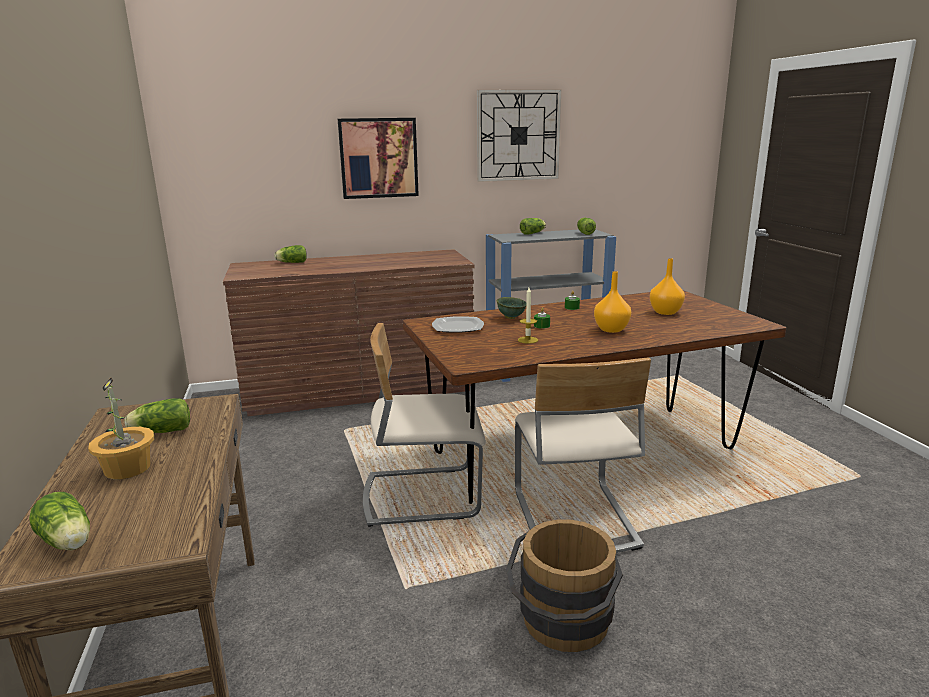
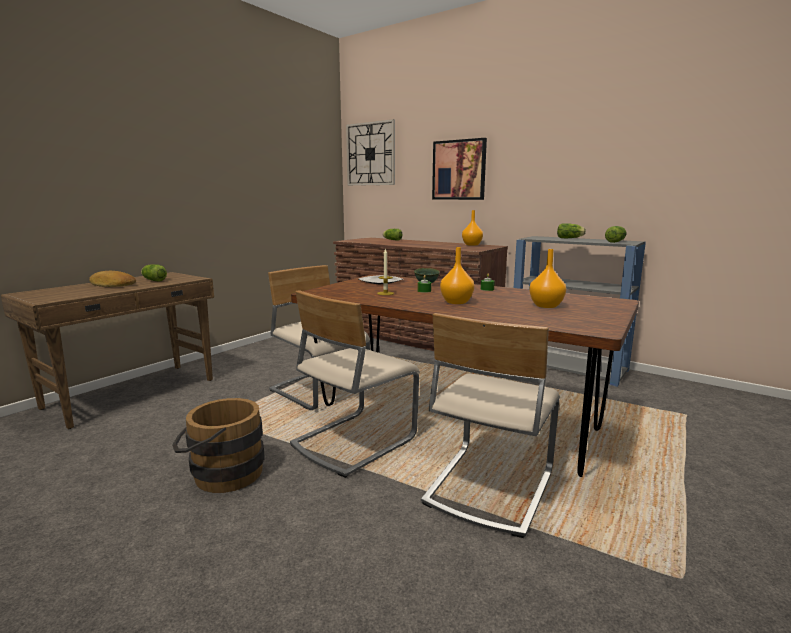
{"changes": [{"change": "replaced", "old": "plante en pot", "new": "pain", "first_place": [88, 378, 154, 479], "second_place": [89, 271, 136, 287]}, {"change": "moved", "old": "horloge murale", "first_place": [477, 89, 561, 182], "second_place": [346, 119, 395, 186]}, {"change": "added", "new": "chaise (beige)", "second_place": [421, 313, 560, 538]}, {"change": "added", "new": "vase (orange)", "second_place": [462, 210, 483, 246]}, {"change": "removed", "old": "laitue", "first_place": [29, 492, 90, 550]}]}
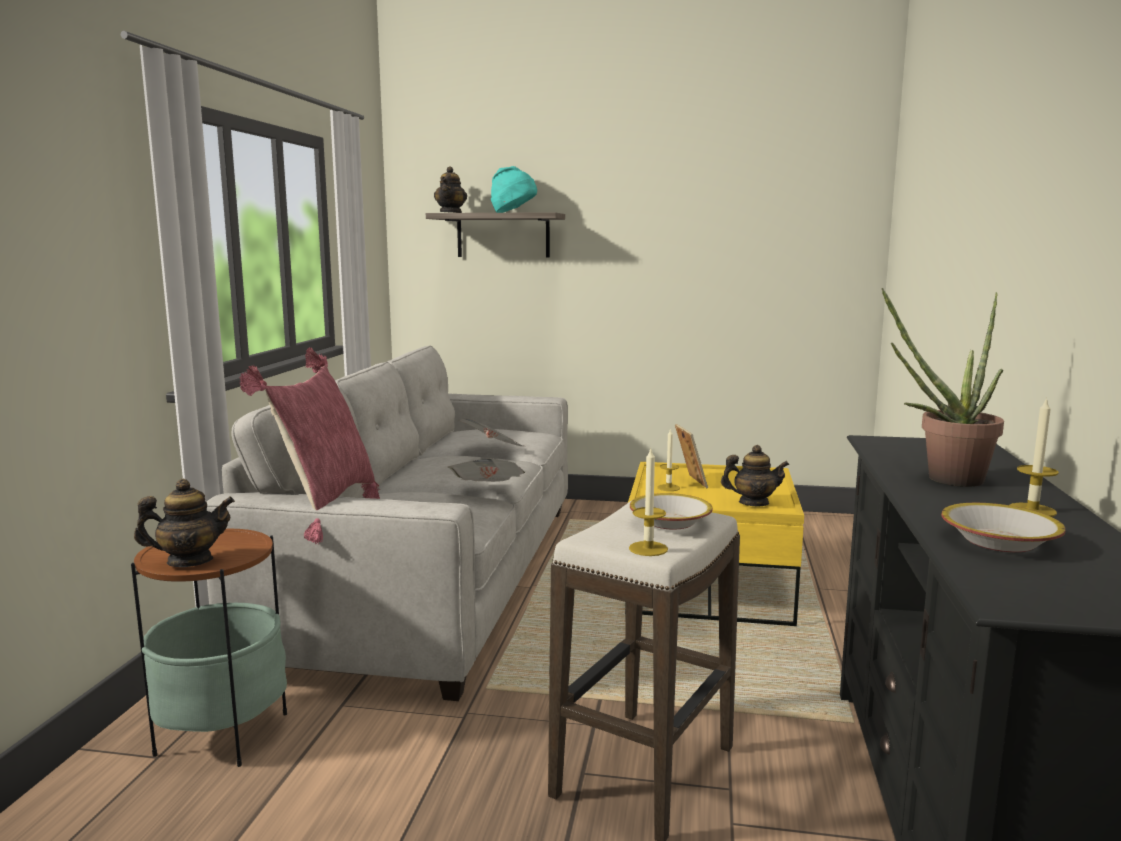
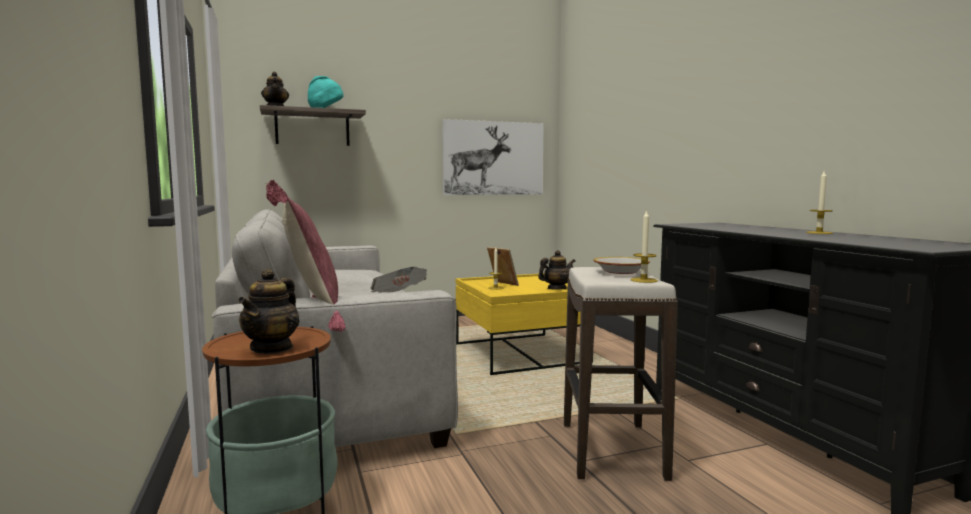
{"changes": [{"change": "turned", "old": "théière", "first_place": [134, 479, 235, 567], "second_place": [238, 268, 300, 354], "degrees": 150}, {"change": "added", "new": "tableau", "second_place": [442, 119, 544, 195]}, {"change": "removed", "old": "journal", "first_place": [458, 418, 523, 446]}, {"change": "removed", "old": "plante en pot", "first_place": [881, 288, 1004, 487]}, {"change": "removed", "old": "bol", "first_place": [941, 503, 1066, 552]}]}
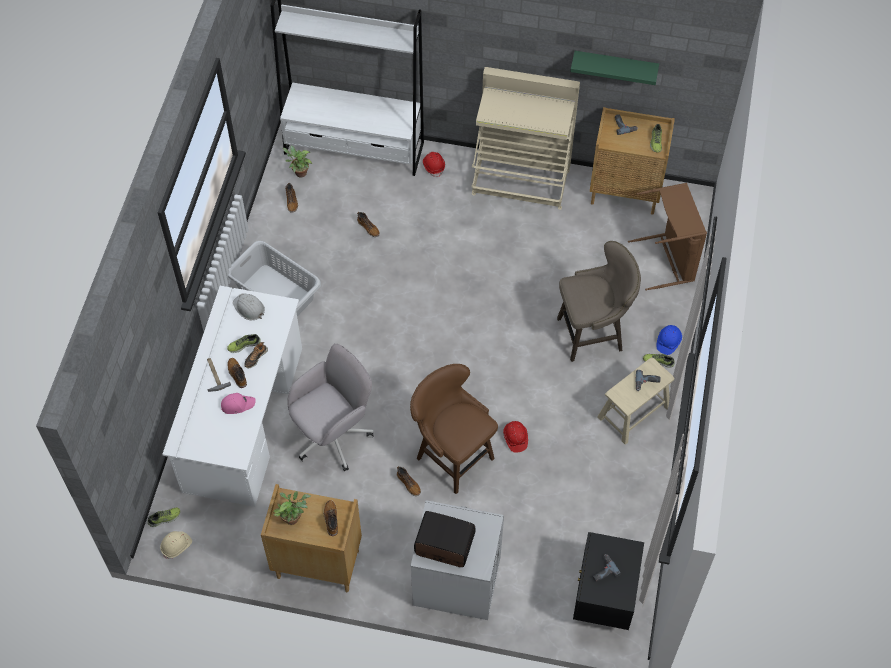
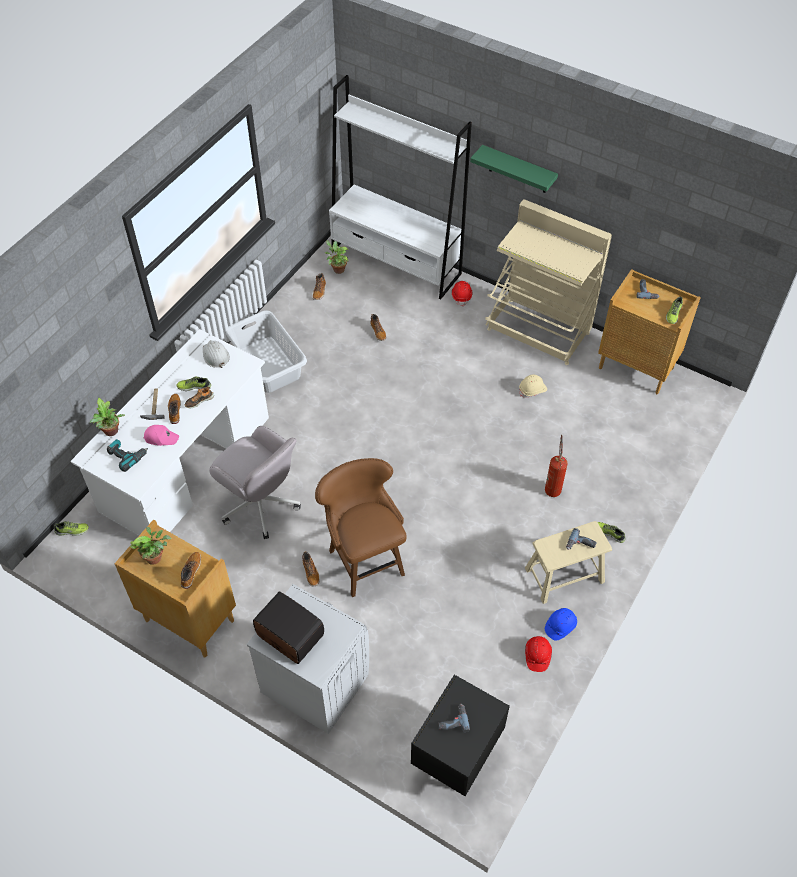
{"changes": [{"change": "added", "new": "plante en pot", "second_place": [90, 398, 125, 436]}, {"change": "added", "new": "perceuse", "second_place": [107, 439, 148, 472]}, {"change": "turned", "old": "chaise de bureau (gris)", "first_place": [287, 344, 373, 471], "second_place": [209, 426, 301, 539], "degrees": 60}, {"change": "moved", "old": "étagère (vert)", "first_place": [570, 51, 659, 85], "second_place": [470, 145, 558, 193]}, {"change": "moved", "old": "casque de chantier (beige)", "first_place": [160, 531, 192, 559], "second_place": [519, 375, 547, 398]}, {"change": "moved", "old": "casque de chantier (rouge)", "first_place": [503, 421, 528, 453], "second_place": [525, 636, 552, 672]}, {"change": "replaced", "old": "tabouret (beige)", "new": "extincteur", "first_place": [557, 241, 641, 362], "second_place": [545, 435, 567, 497]}, {"change": "moved", "old": "casque de chantier (bleu)", "first_place": [656, 325, 682, 355], "second_place": [545, 608, 577, 641]}, {"change": "removed", "old": "panier à linge (marron)", "first_place": [628, 183, 707, 291]}]}
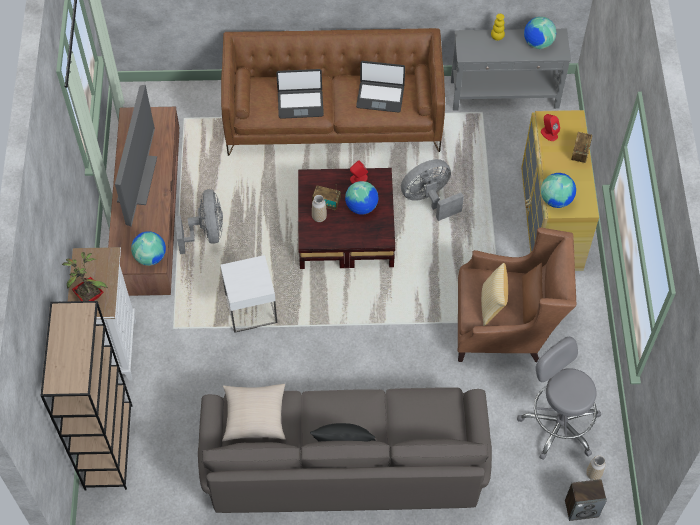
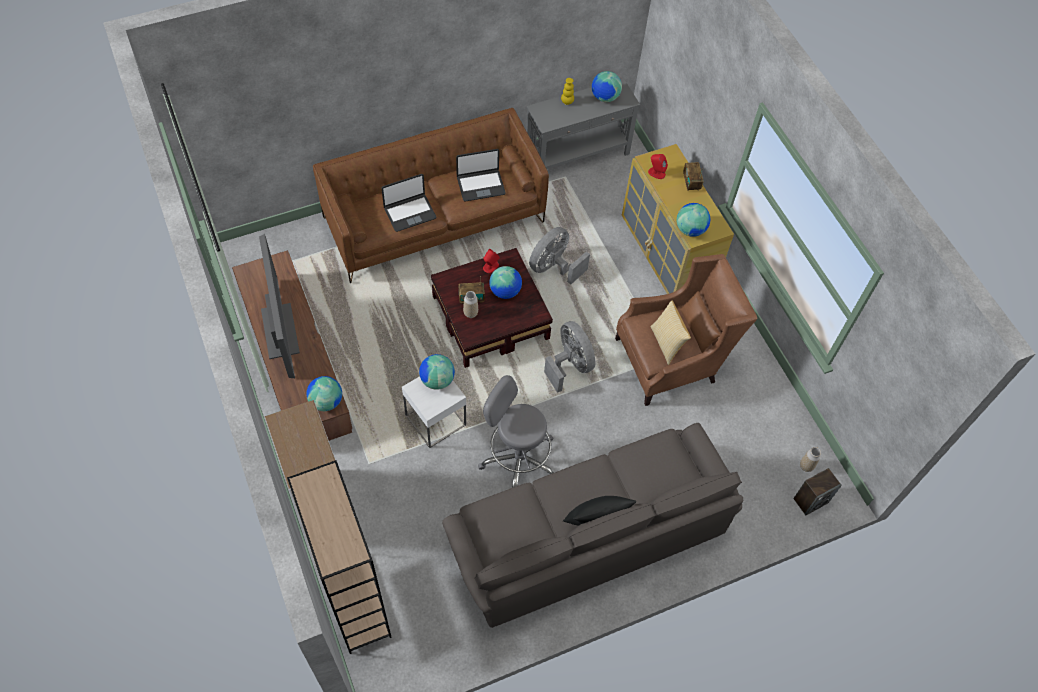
{"changes": [{"change": "added", "new": "globe", "second_place": [419, 354, 455, 390]}, {"change": "moved", "old": "tabouret (gris)", "first_place": [517, 337, 601, 460], "second_place": [478, 375, 553, 488]}, {"change": "moved", "old": "ventilateur (gris)", "first_place": [175, 189, 223, 254], "second_place": [544, 321, 596, 393]}, {"change": "removed", "old": "plante en pot", "first_place": [62, 252, 108, 301]}, {"change": "removed", "old": "coussin (beige)", "first_place": [222, 384, 286, 441]}]}
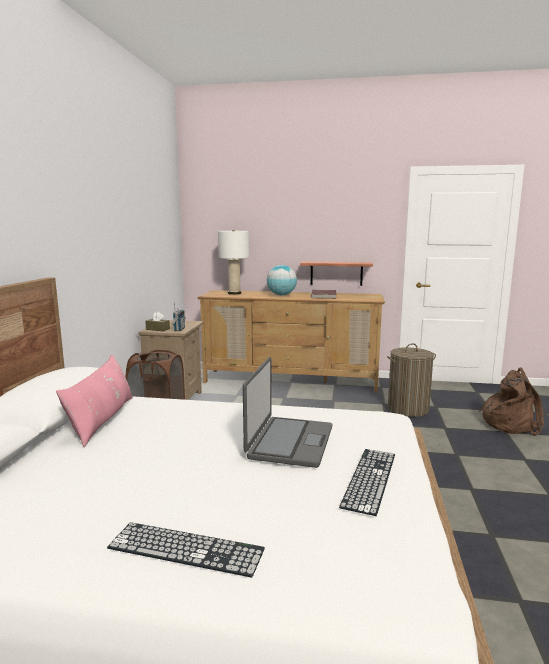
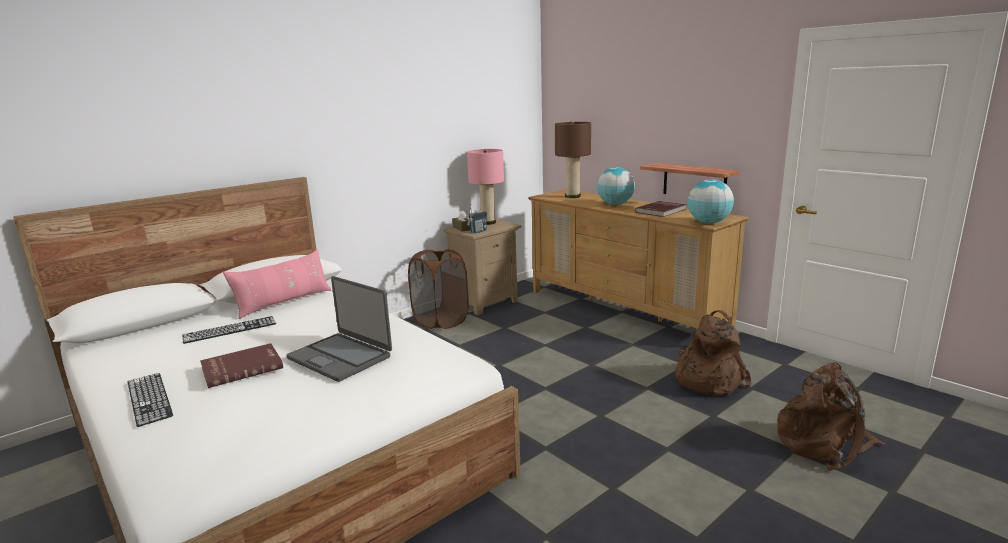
{"changes": [{"change": "moved", "old": "clavier", "first_place": [339, 449, 395, 516], "second_place": [182, 316, 276, 344]}, {"change": "added", "new": "livre (rouge)", "second_place": [200, 343, 283, 388]}, {"change": "turned", "old": "ordinateur portable", "first_place": [243, 357, 332, 468], "second_place": [286, 276, 392, 382], "degrees": 75}, {"change": "added", "new": "lampe de table (rose)", "second_place": [467, 149, 504, 225]}, {"change": "recoloured", "old": "lampe de table (blanc)", "new": "lampe de table (marron)", "first_place": [218, 230, 249, 295], "second_place": [555, 122, 591, 198]}, {"change": "replaced", "old": "panier à linge", "new": "sac à dos (marron)", "first_place": [387, 343, 436, 417], "second_place": [675, 310, 752, 396]}, {"change": "added", "new": "globe", "second_place": [688, 179, 734, 223]}]}
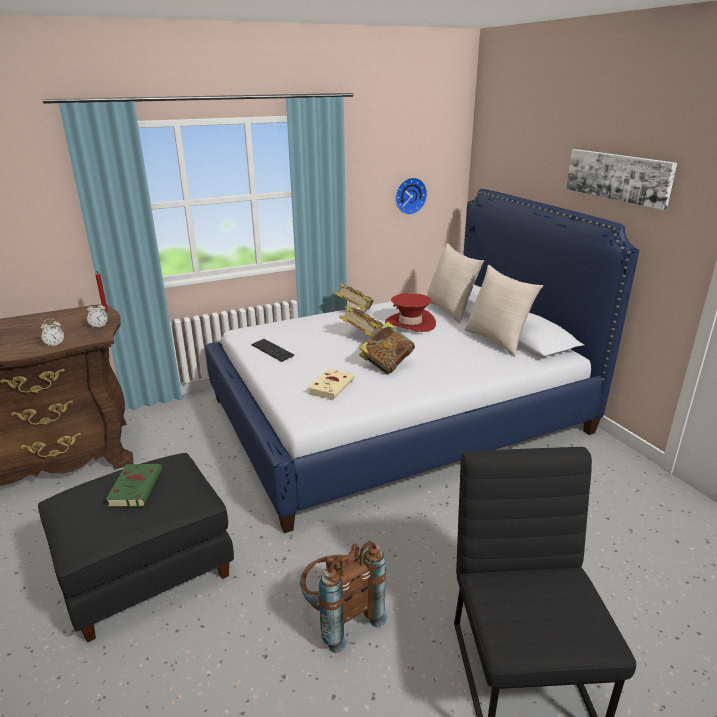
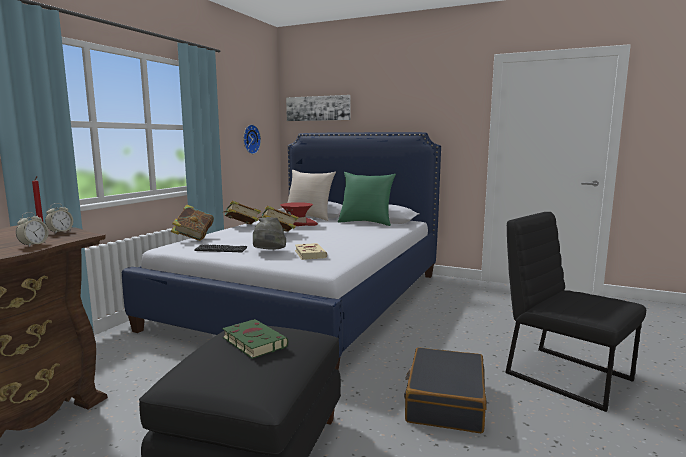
{"changes": [{"change": "moved", "old": "livre", "first_place": [359, 322, 415, 374], "second_place": [171, 204, 214, 241]}, {"change": "added", "new": "chapeau (gris)", "second_place": [253, 217, 286, 250]}, {"change": "moved", "old": "tableau", "first_place": [566, 149, 677, 210], "second_place": [286, 95, 351, 121]}, {"change": "recoloured", "old": "coussin (beige)", "new": "coussin (vert)", "first_place": [465, 265, 543, 357], "second_place": [338, 172, 396, 226]}, {"change": "replaced", "old": "sac à dos (marron)", "new": "valise (noir)", "first_place": [300, 542, 388, 653], "second_place": [404, 347, 487, 433]}]}
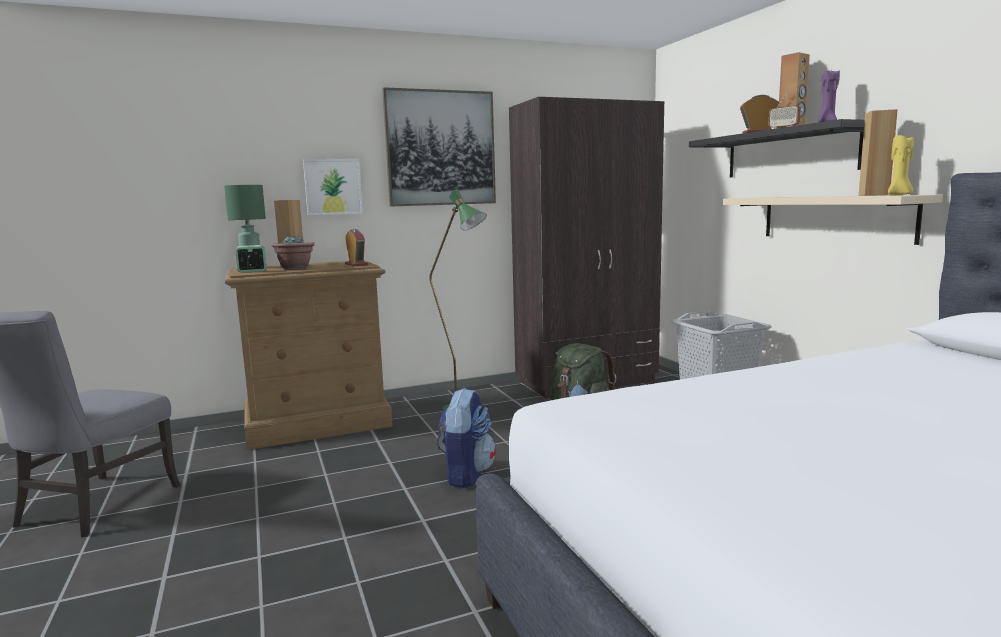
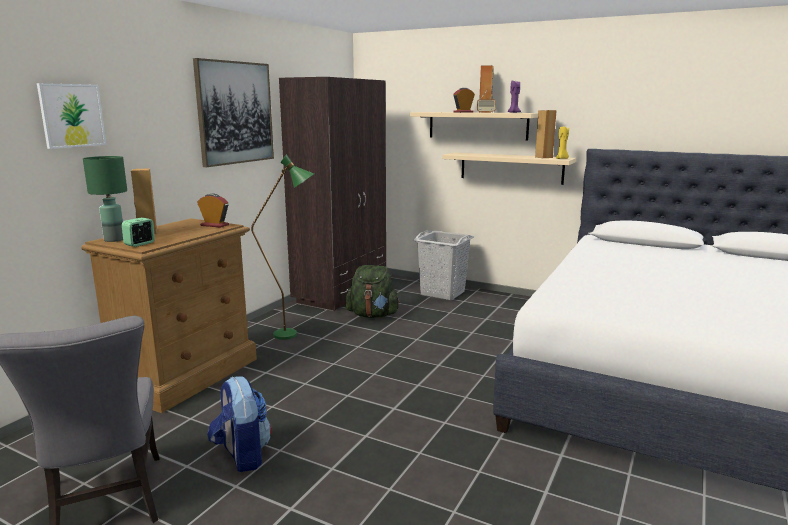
{"changes": [{"change": "moved", "old": "tableau", "first_place": [303, 159, 363, 215], "second_place": [37, 83, 106, 149]}, {"change": "moved", "old": "sac à dos", "first_place": [437, 388, 496, 488], "second_place": [207, 376, 271, 472]}, {"change": "recoloured", "old": "étagère (noir)", "new": "étagère (beige)", "first_place": [689, 119, 865, 177], "second_place": [409, 112, 538, 141]}, {"change": "removed", "old": "plante en pot", "first_place": [271, 235, 315, 270]}]}
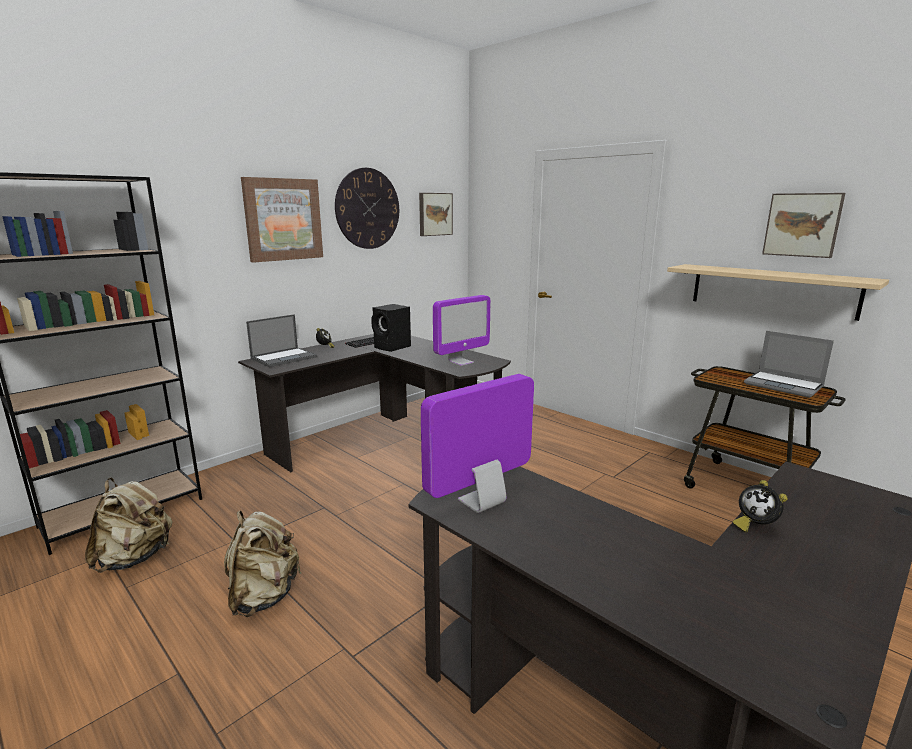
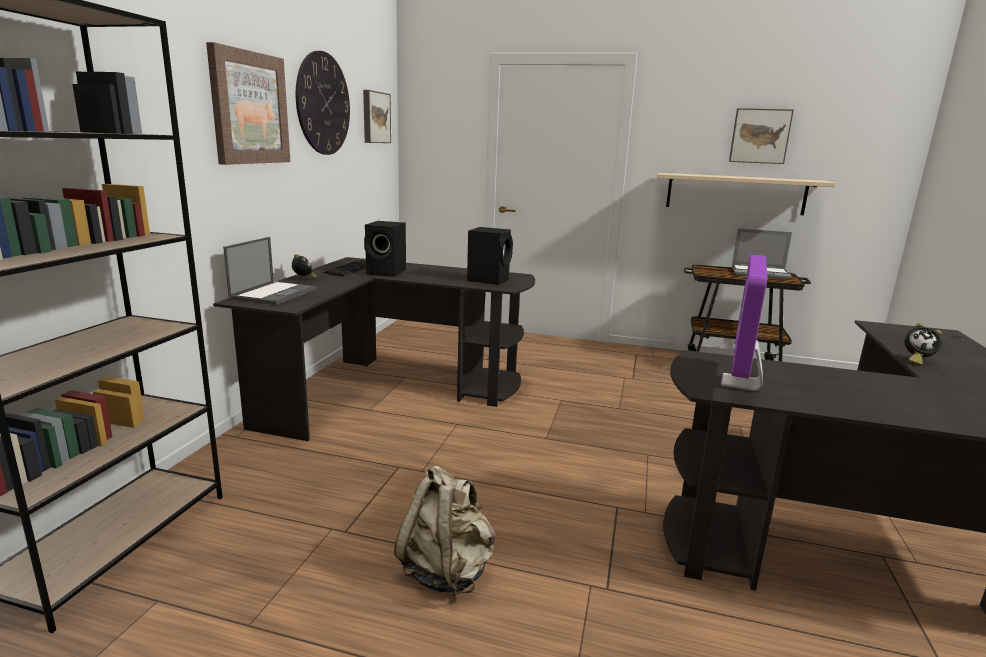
{"changes": [{"change": "replaced", "old": "écran d'ordinateur", "new": "enceinte (noir)", "first_place": [433, 295, 490, 366], "second_place": [467, 227, 513, 285]}, {"change": "removed", "old": "sac à dos (beige)", "first_place": [85, 477, 173, 573]}]}
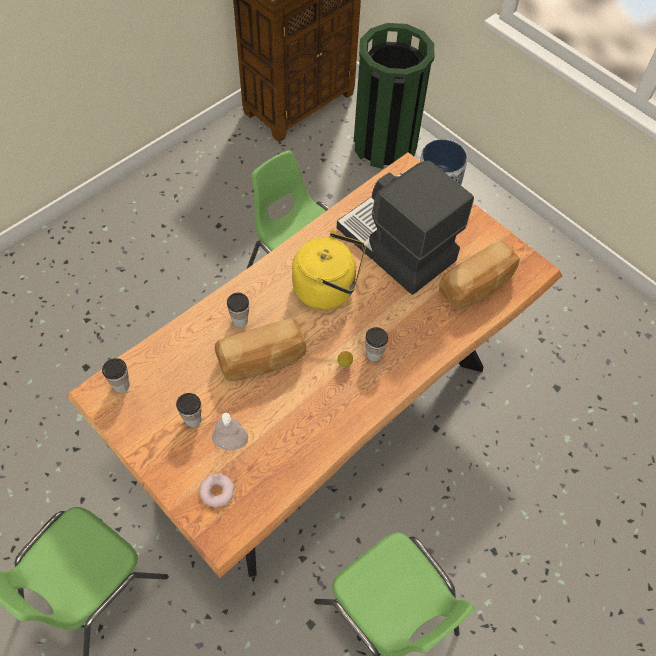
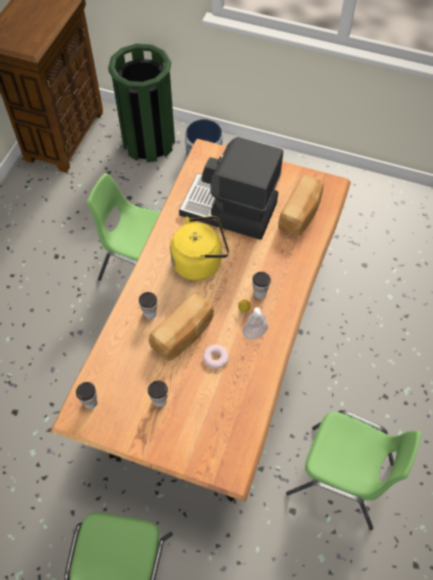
{"changes": [{"change": "moved", "old": "beignet", "first_place": [199, 473, 235, 508], "second_place": [203, 345, 229, 369]}, {"change": "moved", "old": "distributeur de savon", "first_place": [212, 413, 248, 450], "second_place": [242, 307, 268, 339]}]}
